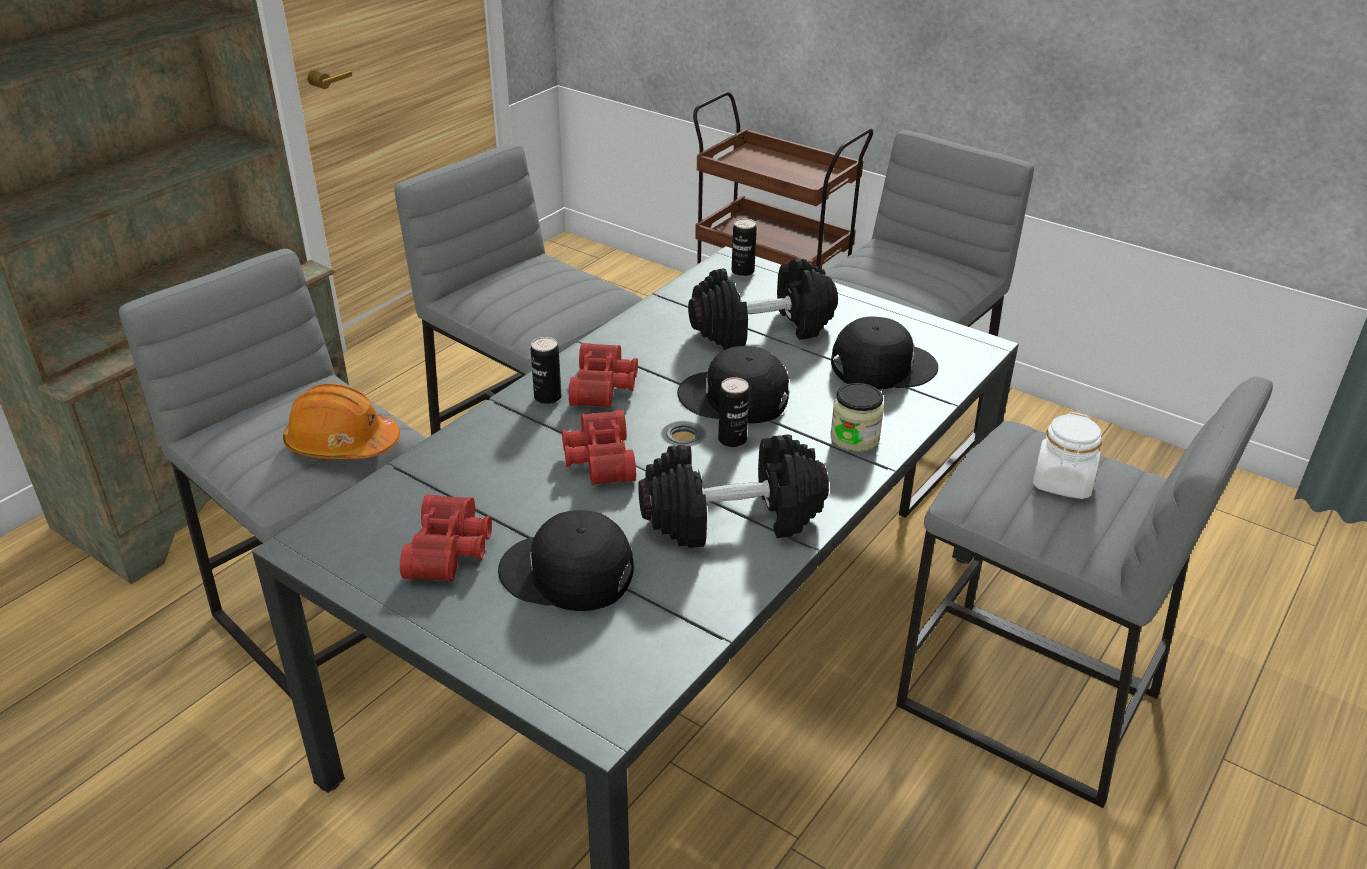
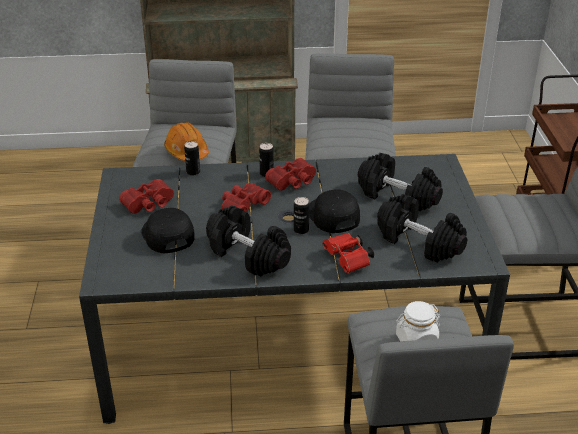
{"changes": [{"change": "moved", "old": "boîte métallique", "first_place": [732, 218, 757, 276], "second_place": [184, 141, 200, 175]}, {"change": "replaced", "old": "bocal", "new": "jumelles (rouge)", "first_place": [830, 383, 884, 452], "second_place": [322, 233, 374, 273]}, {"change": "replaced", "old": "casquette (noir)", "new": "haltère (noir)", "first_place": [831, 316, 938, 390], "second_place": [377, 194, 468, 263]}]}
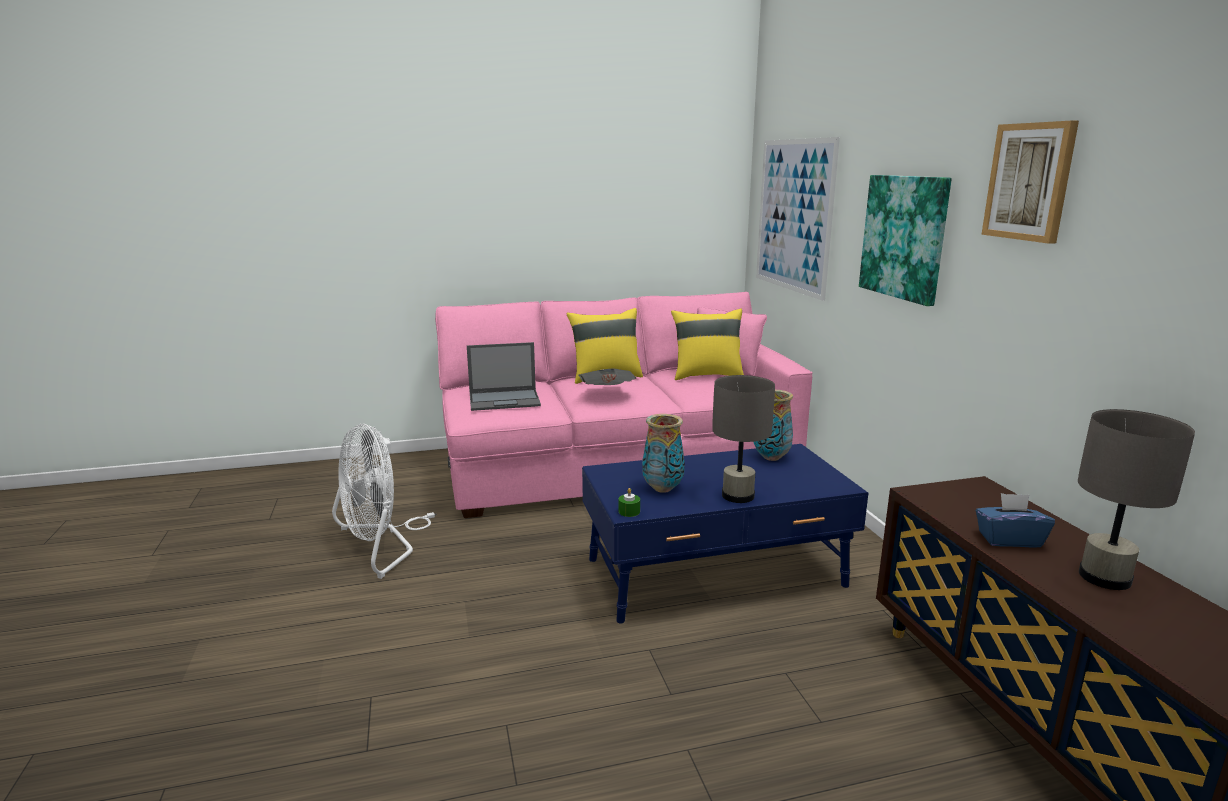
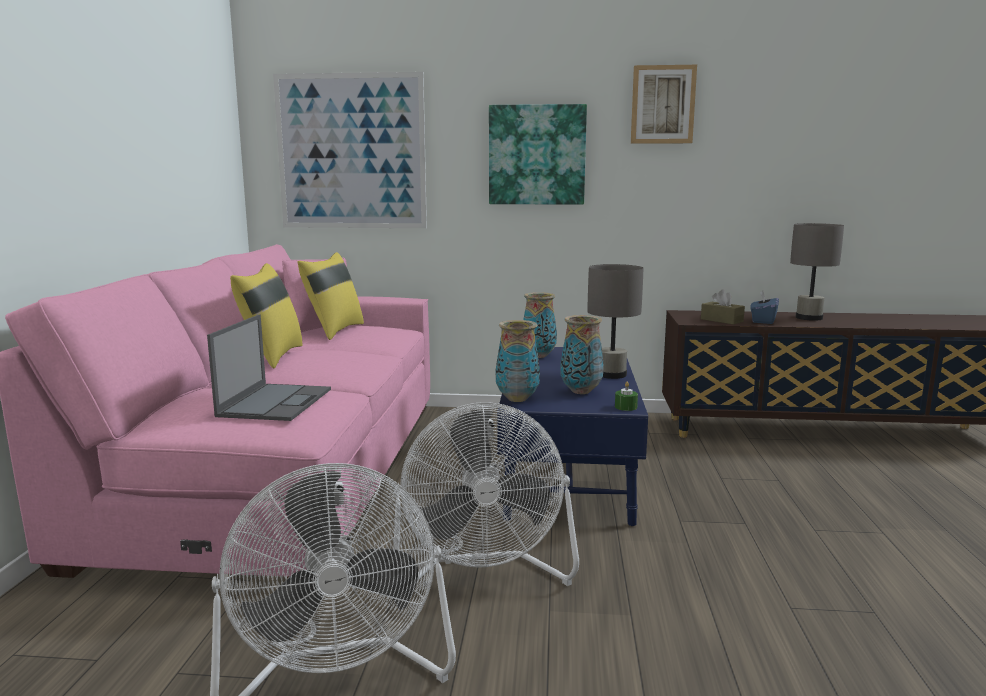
{"changes": [{"change": "added", "new": "ventilateur (blanc)", "second_place": [393, 402, 579, 586]}, {"change": "added", "new": "vase", "second_place": [496, 320, 540, 402]}, {"change": "added", "new": "boîte à mouchoirs (marron)", "second_place": [701, 289, 745, 325]}, {"change": "removed", "old": "journal", "first_place": [578, 369, 636, 385]}]}
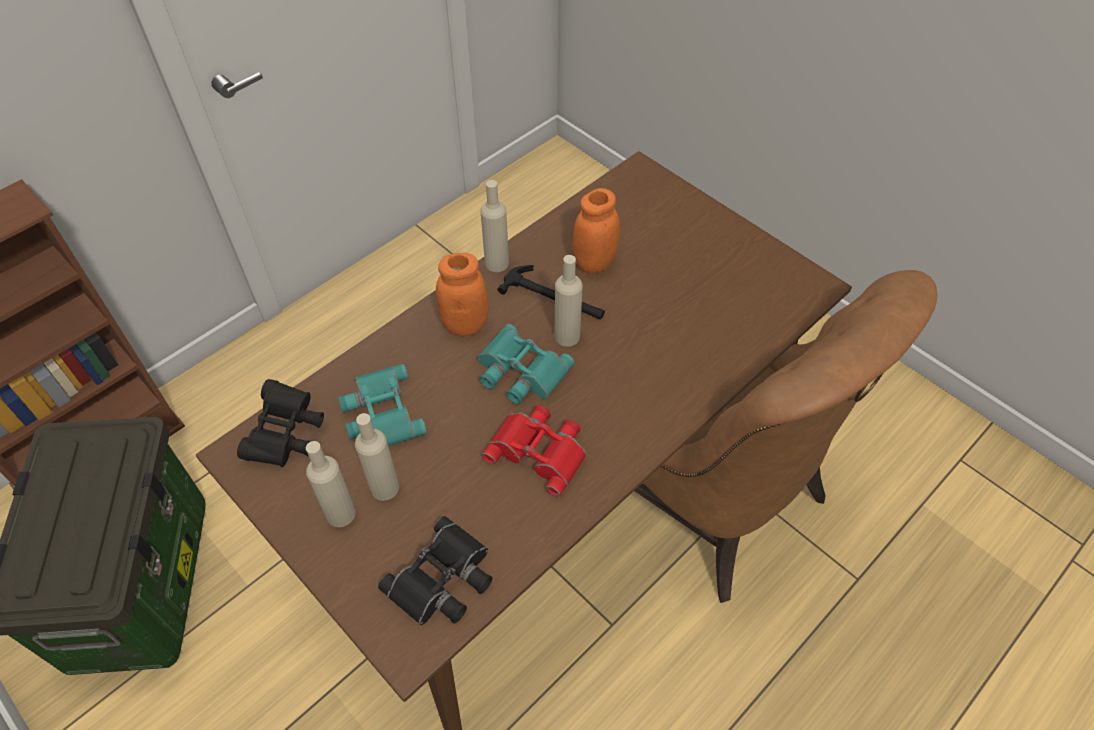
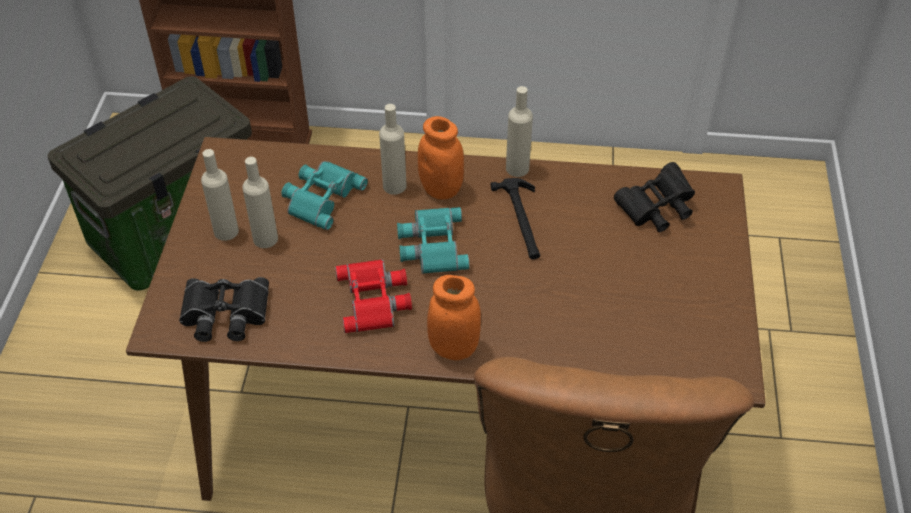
{"changes": [{"change": "moved", "old": "bouteille (beige)", "first_place": [555, 255, 583, 347], "second_place": [379, 104, 407, 195]}, {"change": "moved", "old": "bocal (orange)", "first_place": [573, 188, 620, 274], "second_place": [427, 275, 481, 360]}, {"change": "moved", "old": "jumelles (noir)", "first_place": [237, 379, 324, 467], "second_place": [614, 162, 695, 232]}]}
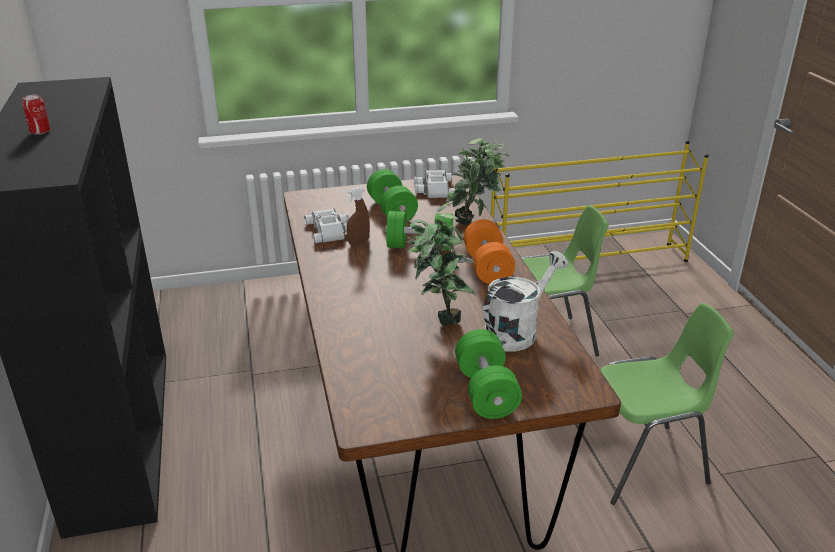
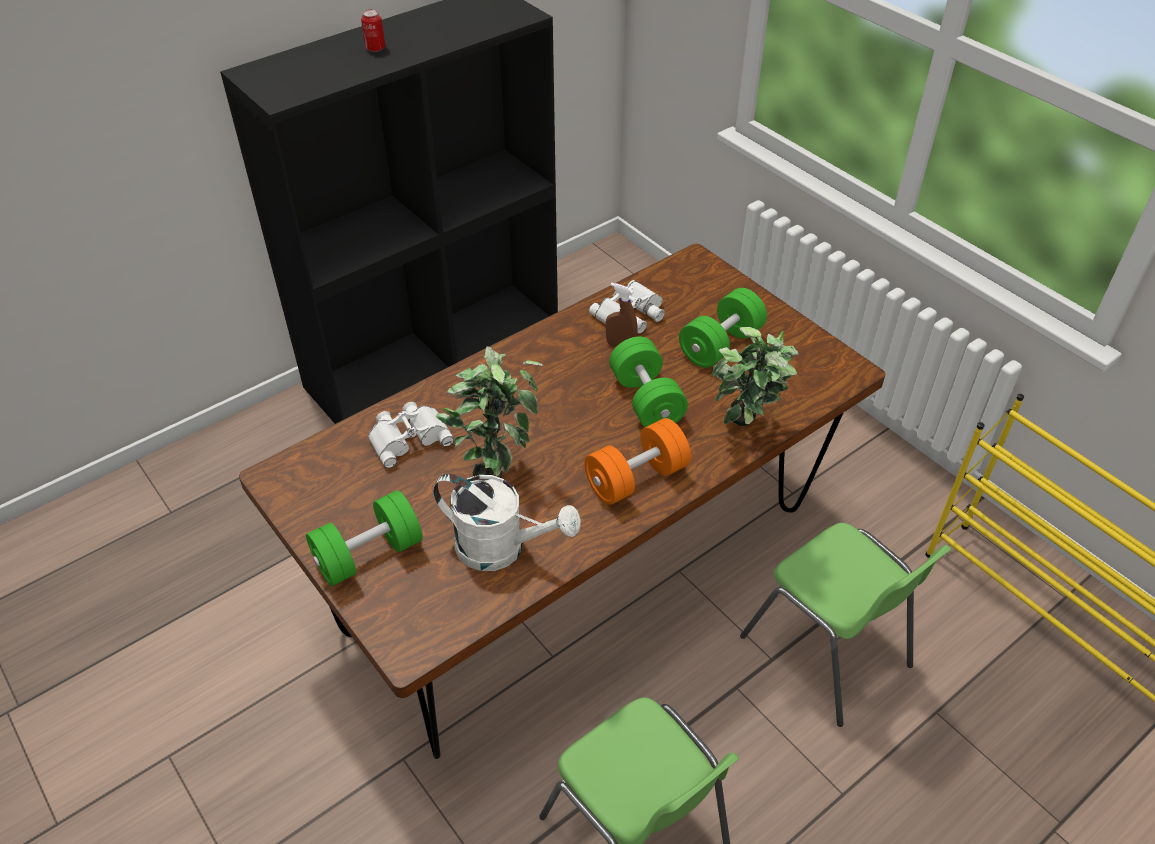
{"changes": [{"change": "moved", "old": "jumelles (blanc)", "first_place": [414, 170, 455, 198], "second_place": [368, 402, 454, 468]}]}
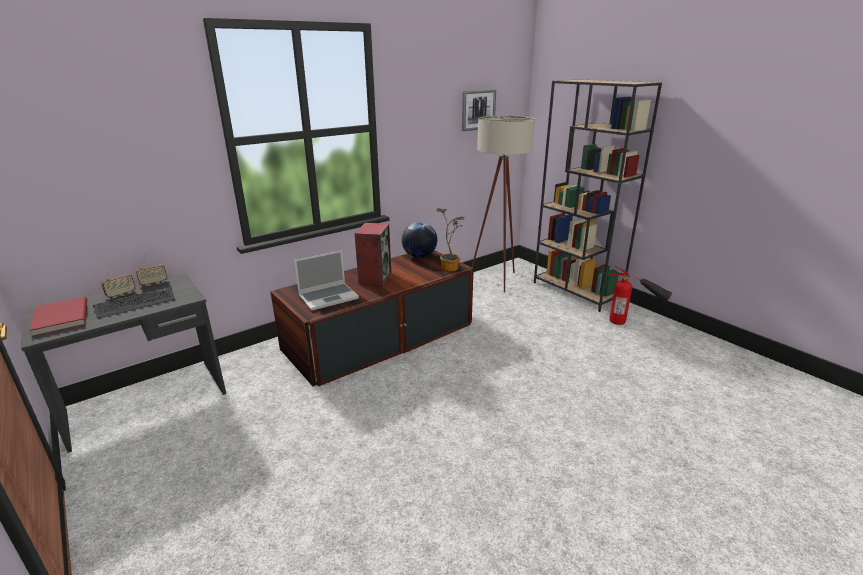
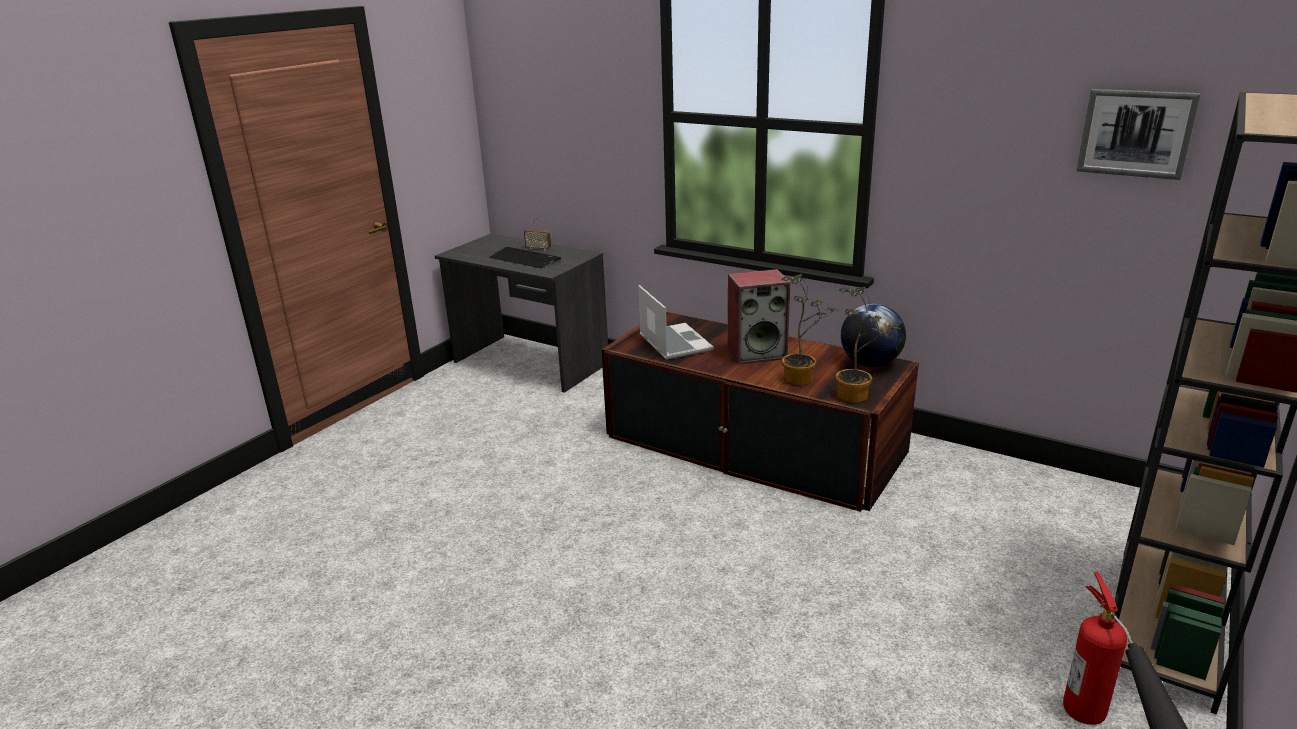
{"changes": [{"change": "turned", "old": "ordinateur portable", "first_place": [294, 250, 359, 311], "second_place": [638, 285, 714, 360], "degrees": -150}, {"change": "added", "new": "plante en pot", "second_place": [782, 274, 840, 386]}, {"change": "removed", "old": "livre (rouge)", "first_place": [29, 297, 87, 337]}, {"change": "removed", "old": "radio", "first_place": [136, 254, 168, 286]}, {"change": "removed", "old": "lampadaire (beige)", "first_place": [472, 115, 535, 293]}]}
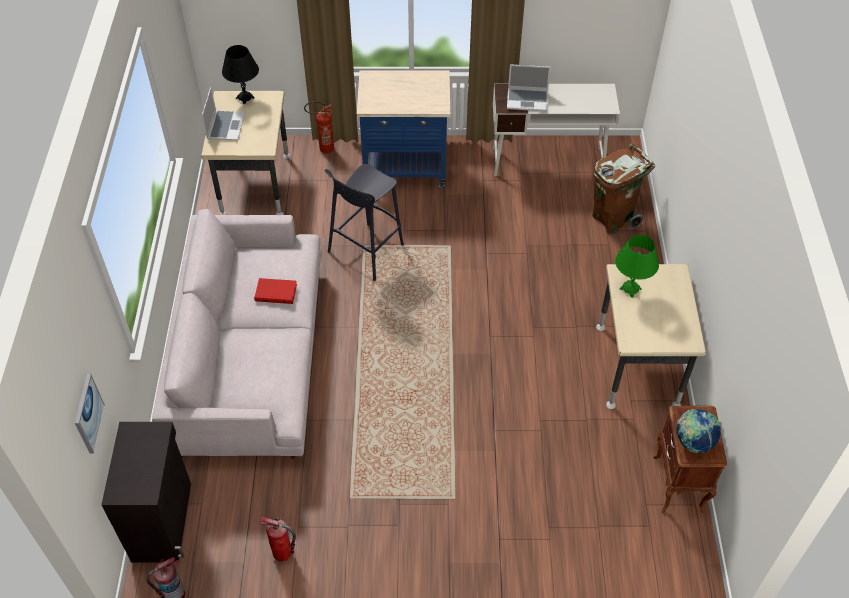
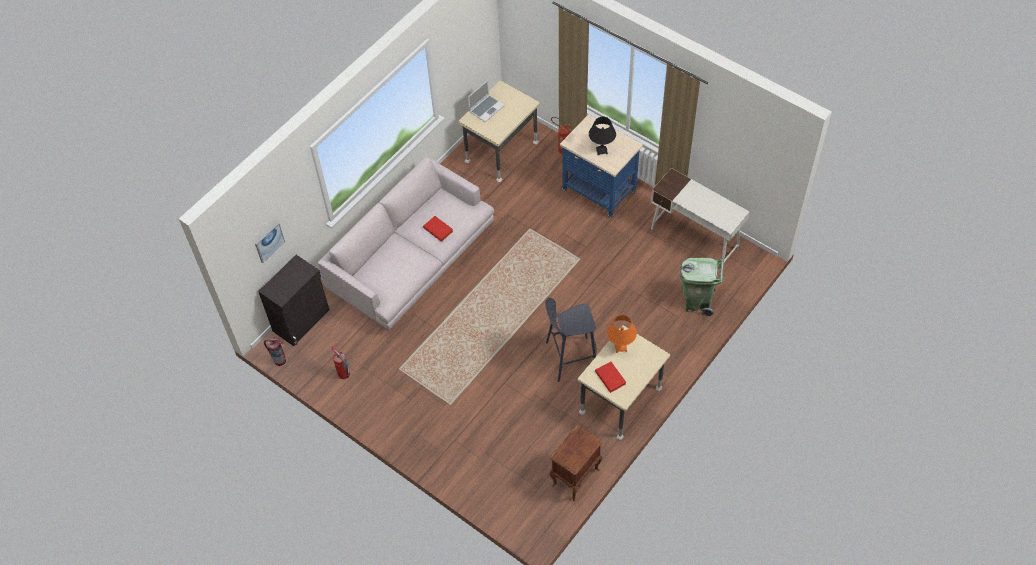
{"changes": [{"change": "moved", "old": "tabouret (gris)", "first_place": [325, 164, 404, 281], "second_place": [545, 298, 596, 382]}, {"change": "moved", "old": "lampe de table (noir)", "first_place": [222, 45, 259, 104], "second_place": [589, 117, 616, 155]}, {"change": "added", "new": "livre (rouge)", "second_place": [595, 362, 626, 393]}, {"change": "recoloured", "old": "lampe de table (vert)", "new": "lampe de table (orange)", "first_place": [615, 235, 659, 298], "second_place": [607, 315, 637, 353]}, {"change": "recoloured", "old": "poubelle (marron)", "new": "poubelle (vert)", "first_place": [593, 143, 655, 235], "second_place": [680, 258, 723, 317]}, {"change": "removed", "old": "ordinateur portable", "first_place": [507, 64, 551, 111]}, {"change": "removed", "old": "globe", "first_place": [676, 409, 721, 453]}]}
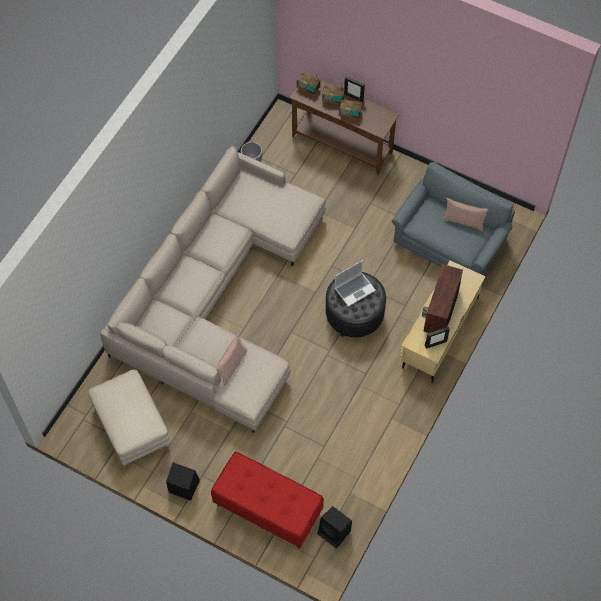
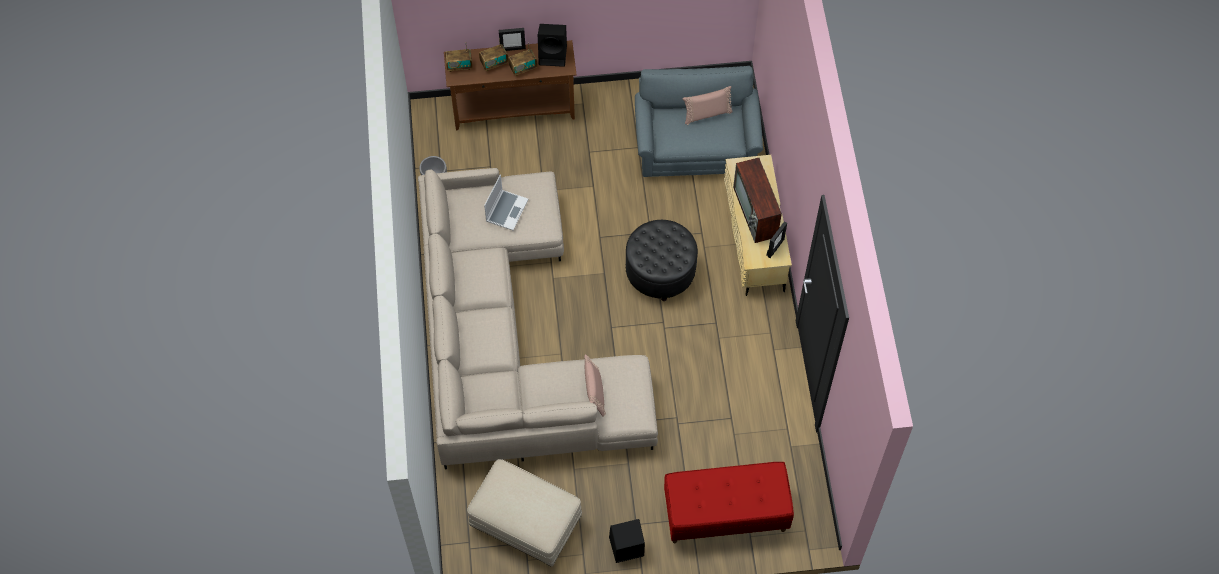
{"changes": [{"change": "moved", "old": "ordinateur portable", "first_place": [334, 260, 376, 307], "second_place": [484, 174, 528, 230]}, {"change": "moved", "old": "enceinte (noir)", "first_place": [317, 506, 352, 549], "second_place": [538, 24, 567, 67]}]}
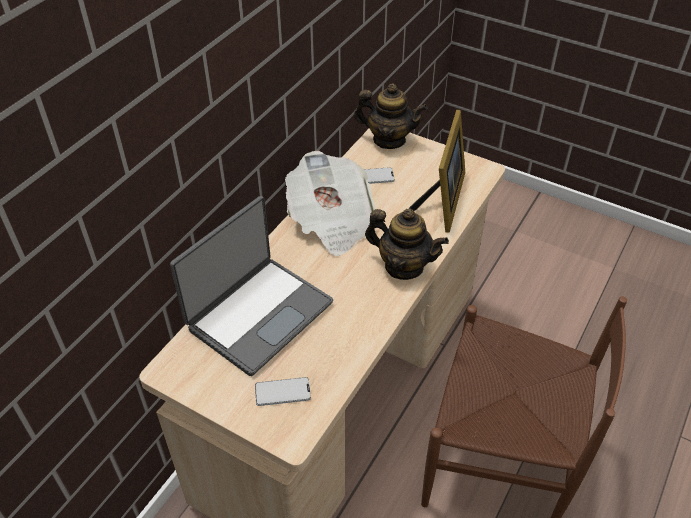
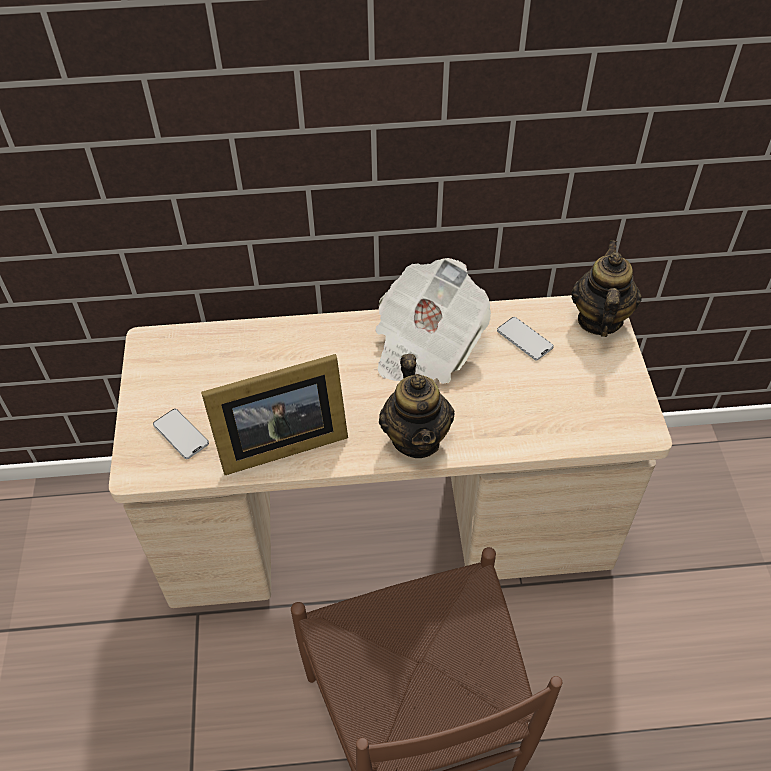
{"changes": [{"change": "moved", "old": "cadre photo", "first_place": [410, 110, 465, 232], "second_place": [201, 354, 348, 475]}, {"change": "turned", "old": "théière", "first_place": [354, 83, 428, 149], "second_place": [571, 240, 642, 337], "degrees": -150}, {"change": "removed", "old": "ordinateur portable", "first_place": [170, 196, 333, 376]}]}
